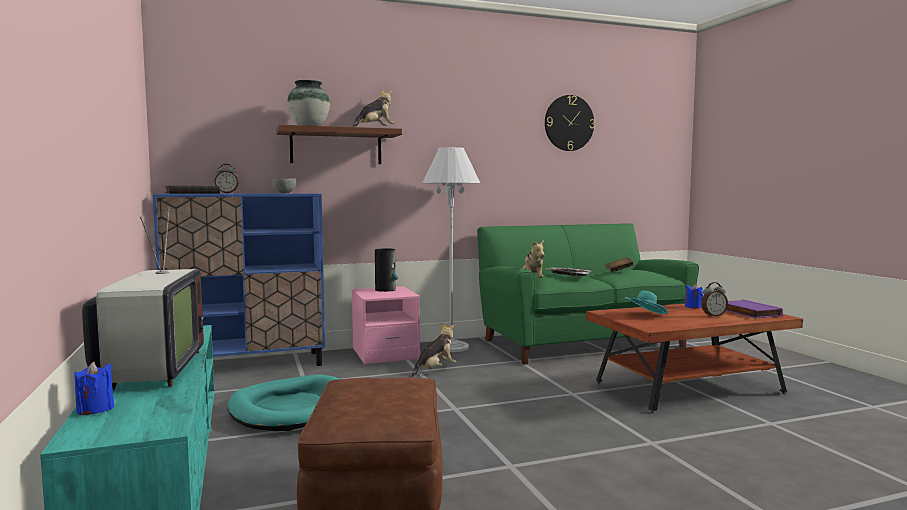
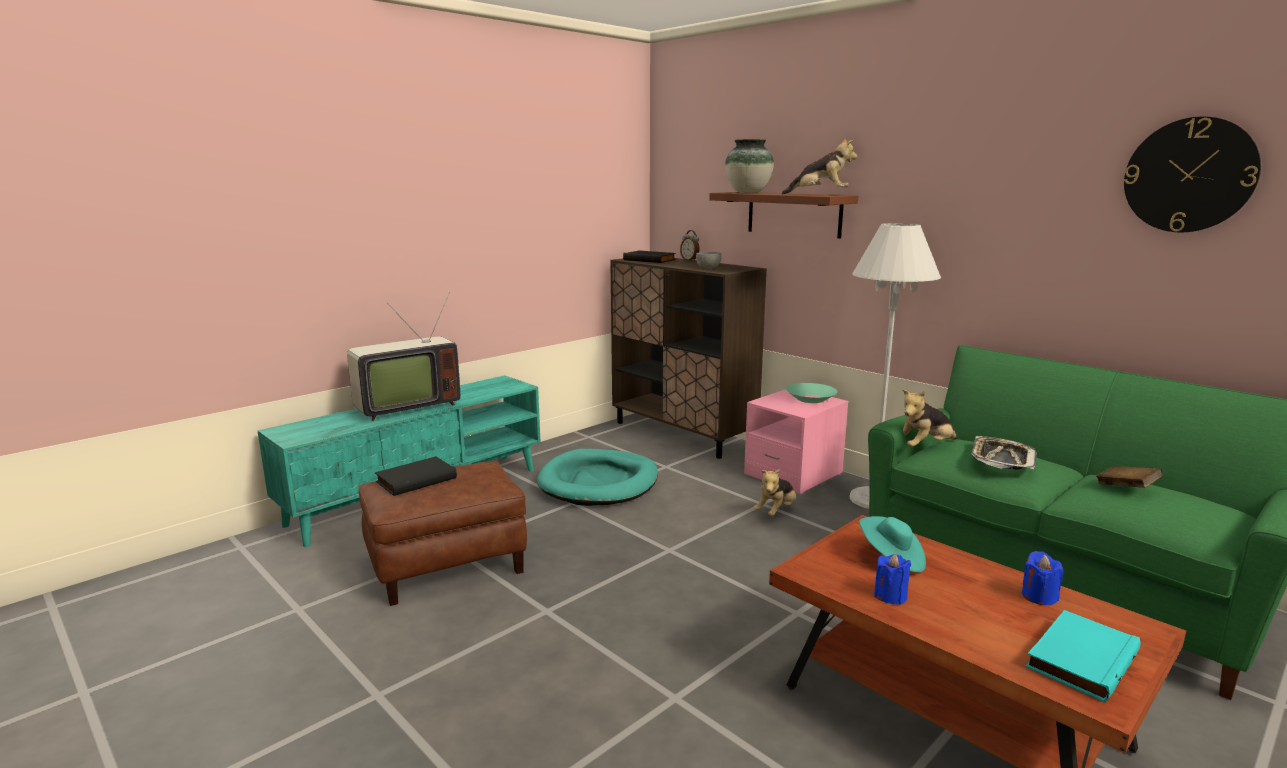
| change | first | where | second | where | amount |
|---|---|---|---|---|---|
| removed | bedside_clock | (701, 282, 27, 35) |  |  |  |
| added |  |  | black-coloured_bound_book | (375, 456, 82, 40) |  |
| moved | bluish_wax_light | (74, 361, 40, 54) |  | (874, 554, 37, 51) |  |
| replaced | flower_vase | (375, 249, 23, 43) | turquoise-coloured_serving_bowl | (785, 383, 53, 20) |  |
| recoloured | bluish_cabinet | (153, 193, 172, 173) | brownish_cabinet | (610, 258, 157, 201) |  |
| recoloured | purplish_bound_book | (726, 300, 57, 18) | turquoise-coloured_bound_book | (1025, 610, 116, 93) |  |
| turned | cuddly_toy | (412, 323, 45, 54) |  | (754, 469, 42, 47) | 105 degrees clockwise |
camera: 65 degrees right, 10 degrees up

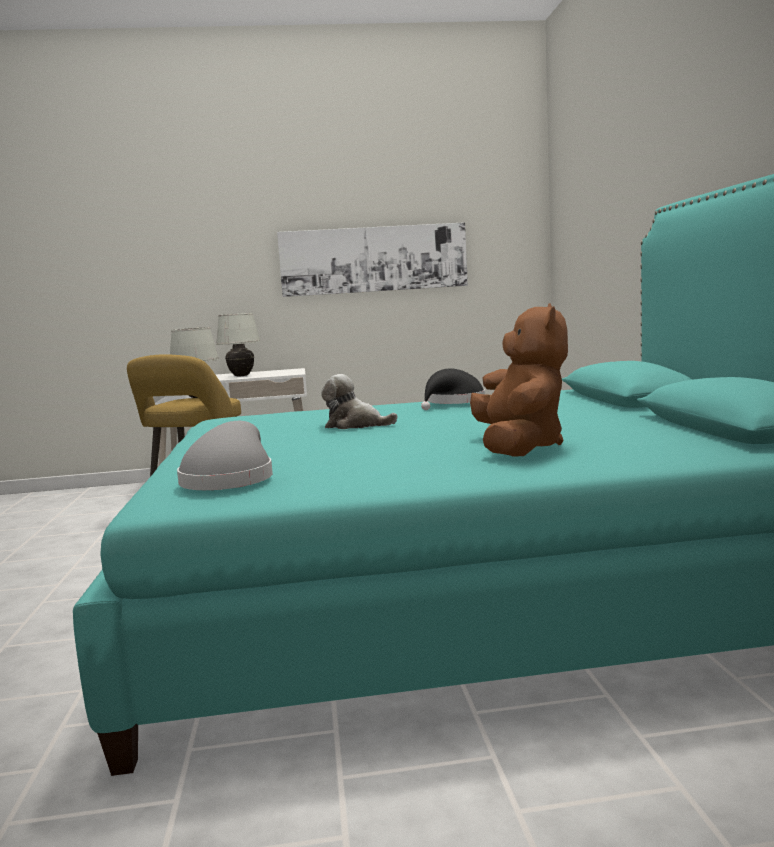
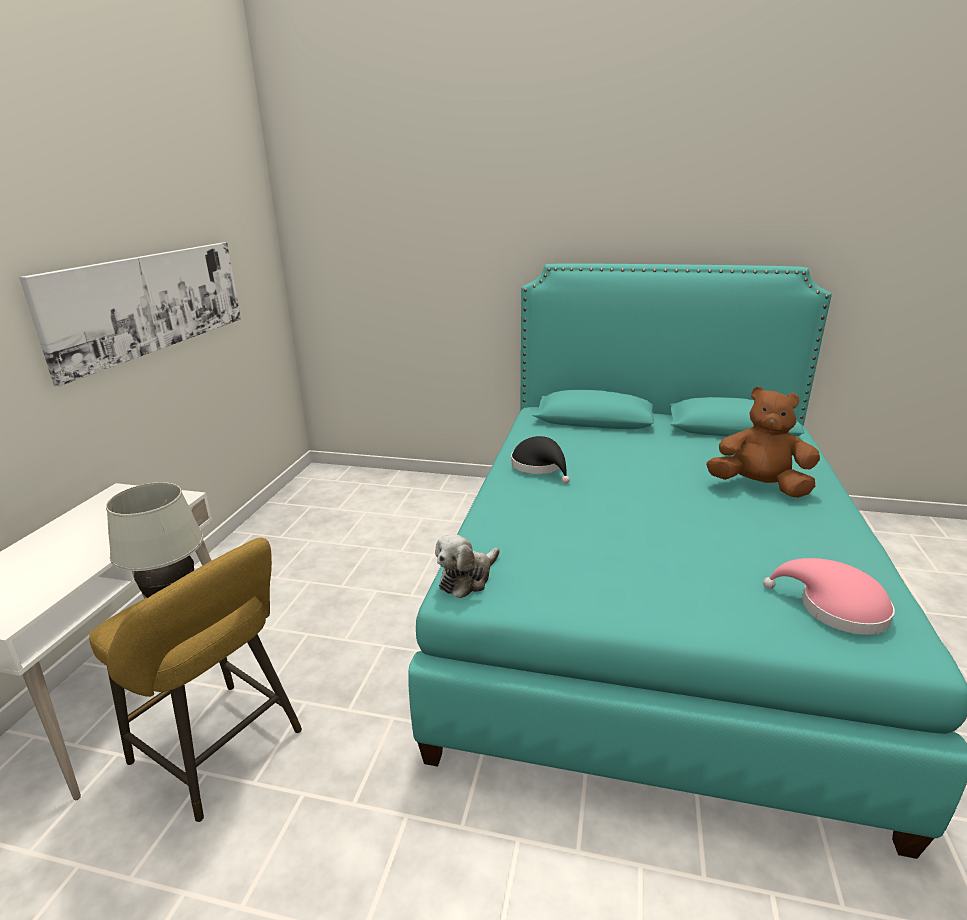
| change | first | where | second | where | amount |
|---|---|---|---|---|---|
| removed | whitish_tabletop_lamp | (216, 313, 44, 63) |  |  |  |
| moved | cuddly_toy | (321, 374, 77, 55) |  | (435, 534, 65, 65) |  |
| recoloured | grey_clothing_hat | (177, 421, 96, 69) | pink-coloured_clothing_hat | (763, 558, 132, 77) |  |
camera: 70 degrees left, 15 degrees up

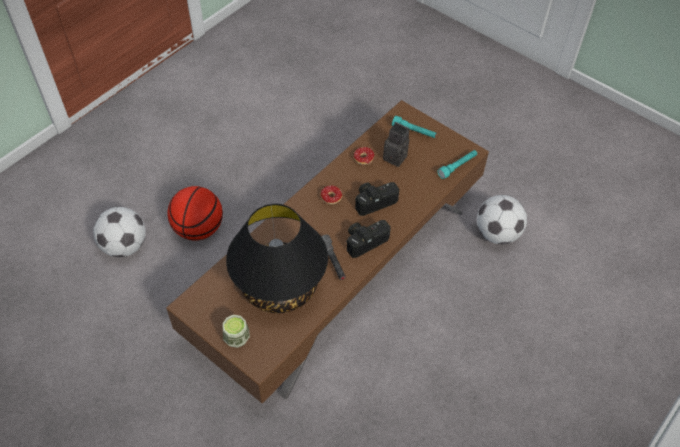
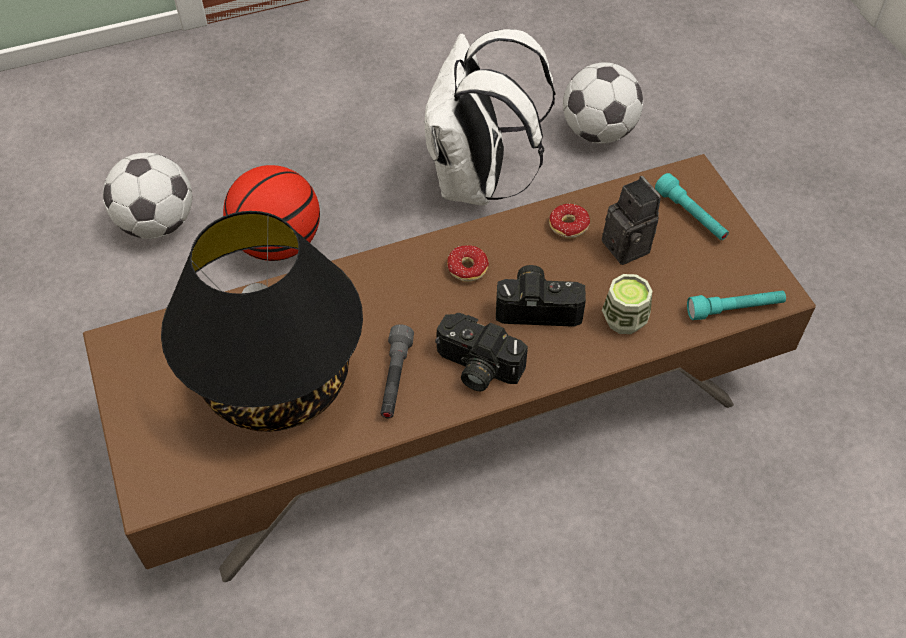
| change | first | where | second | where | amount |
|---|---|---|---|---|---|
| added |  |  | whitish_backpack | (424, 29, 131, 176) |  |
| moved | small_cup | (223, 315, 27, 33) |  | (602, 274, 50, 60) |  |
| moved | ball_for_football | (477, 195, 50, 49) |  | (563, 62, 80, 82) |  |
| turned | photo_camera | (346, 220, 45, 38) |  | (435, 313, 93, 79) | 150 degrees counterclockwise |
camera: 30 degrees right, 0 degrees up

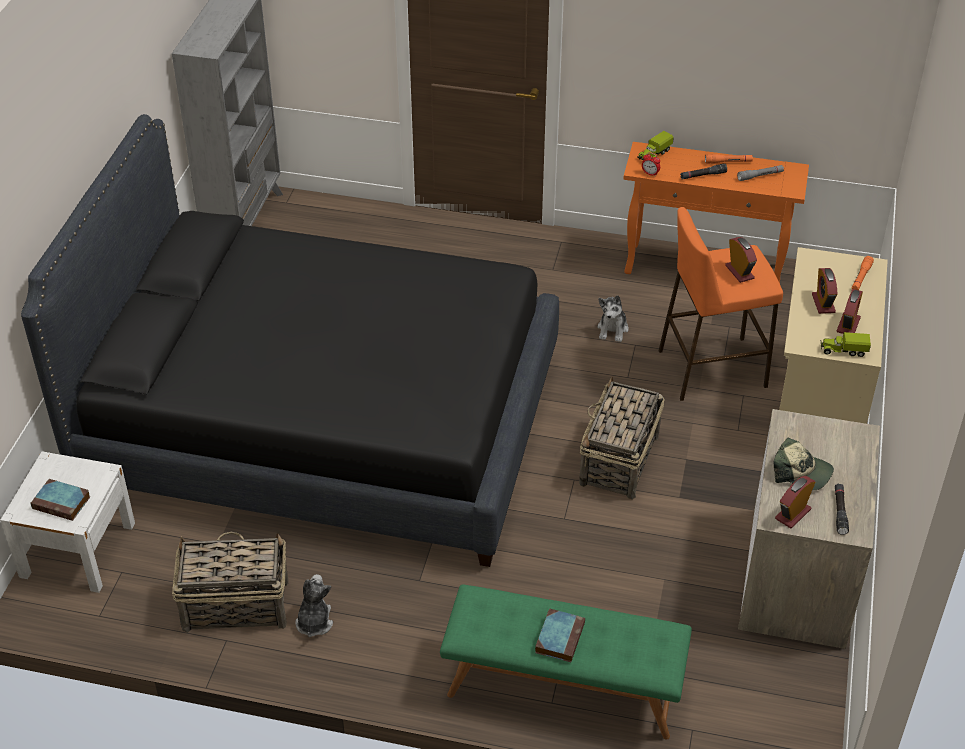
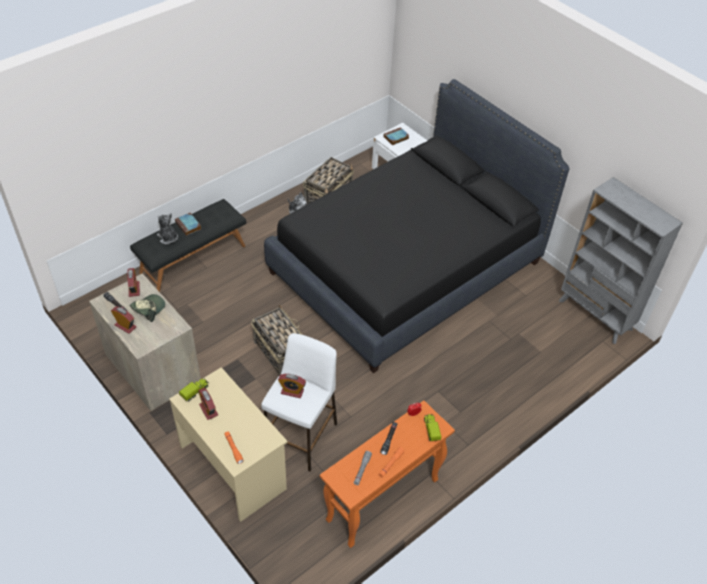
| change | first | where | second | where | amount |
|---|---|---|---|---|---|
| moved | cuddly_toy | (597, 295, 32, 47) |  | (157, 213, 21, 31) |  |
| moved | bedside_clock | (812, 268, 26, 46) |  | (111, 307, 25, 27) |  |
| recoloured | green-coloured_indoor_bench | (440, 584, 252, 156) | black-coloured_indoor_bench | (130, 199, 116, 93) |  |
| recoloured | orangey_sitting_stool | (659, 207, 124, 194) | whitish_sitting_stool | (261, 333, 76, 138) |  |
| turned | peaked_cap | (774, 438, 60, 52) |  | (130, 294, 35, 28) | 150 degrees clockwise |
camera: 125 degrees right, 5 degrees up

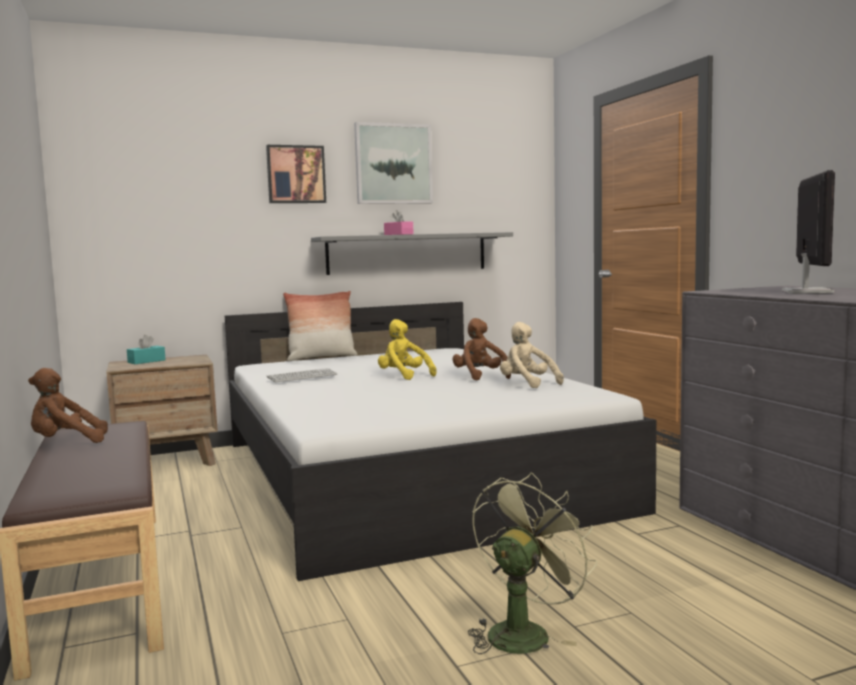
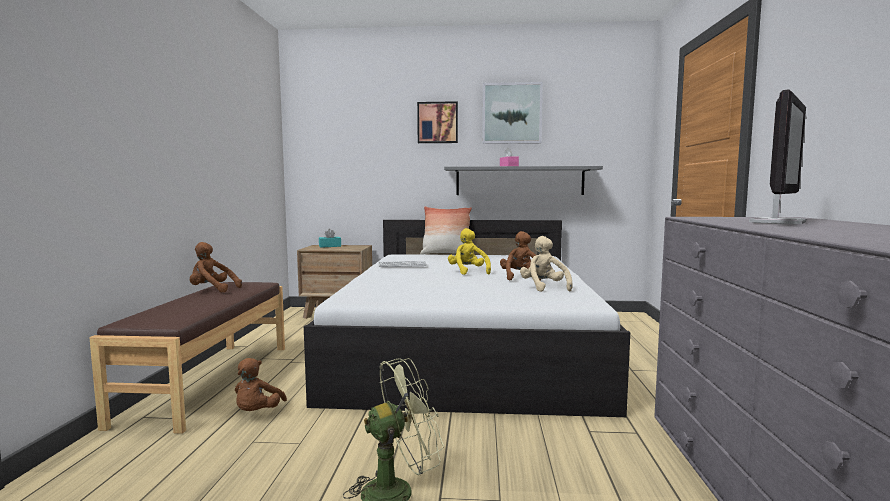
| change | first | where | second | where | amount |
|---|---|---|---|---|---|
| added |  |  | brownish_cuddly_toy | (235, 358, 52, 53) |  |
camera: 25 degrees right, 0 degrees up

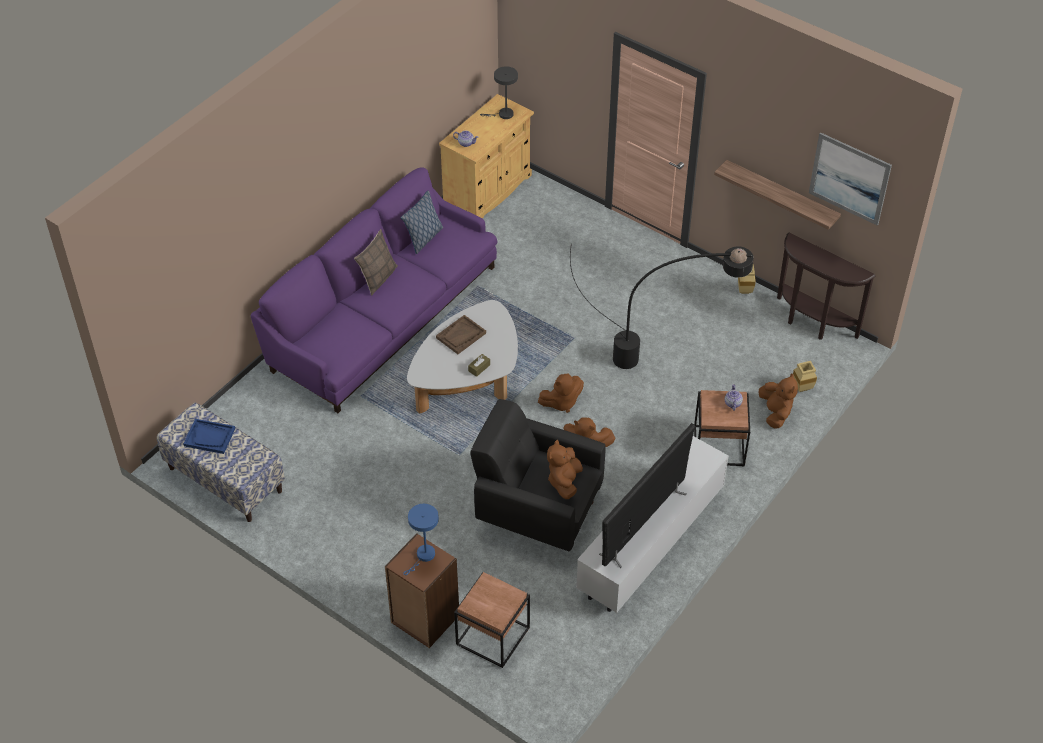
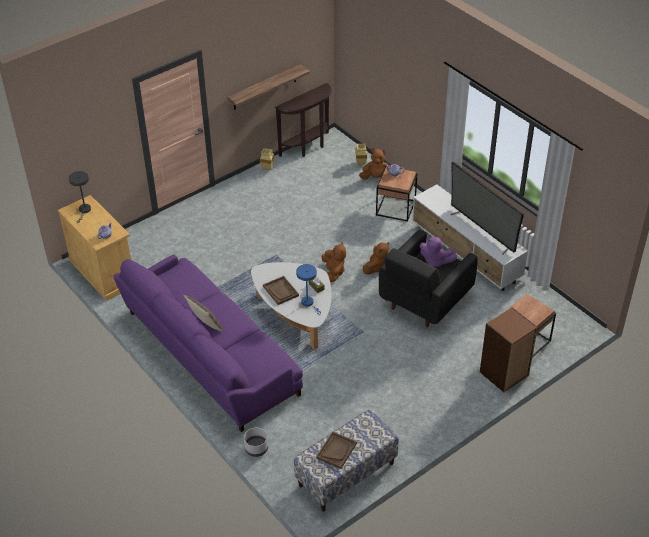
| change | first | where | second | where | amount |
|---|---|---|---|---|---|
| removed | cushion | (400, 190, 43, 64) |  |  |  |
| removed | black-coloured_floor_lamp | (570, 244, 183, 125) |  |  |  |
| removed | picture | (809, 132, 83, 93) |  |  |  |
| added |  |  | grey_plant_pot | (244, 428, 24, 29) |  |
| moved | bluish_tabletop_lamp | (403, 504, 36, 71) |  | (296, 264, 25, 51) |  |
| recoloured | bluish_tray | (183, 419, 52, 35) | brownish_tray | (316, 431, 41, 38) |  |
| recoloured | brownish_cuddly_toy | (547, 440, 36, 59) | purplish_cuddly_toy | (420, 237, 37, 30) |  |
camera: 75 degrees left, 5 degrees down

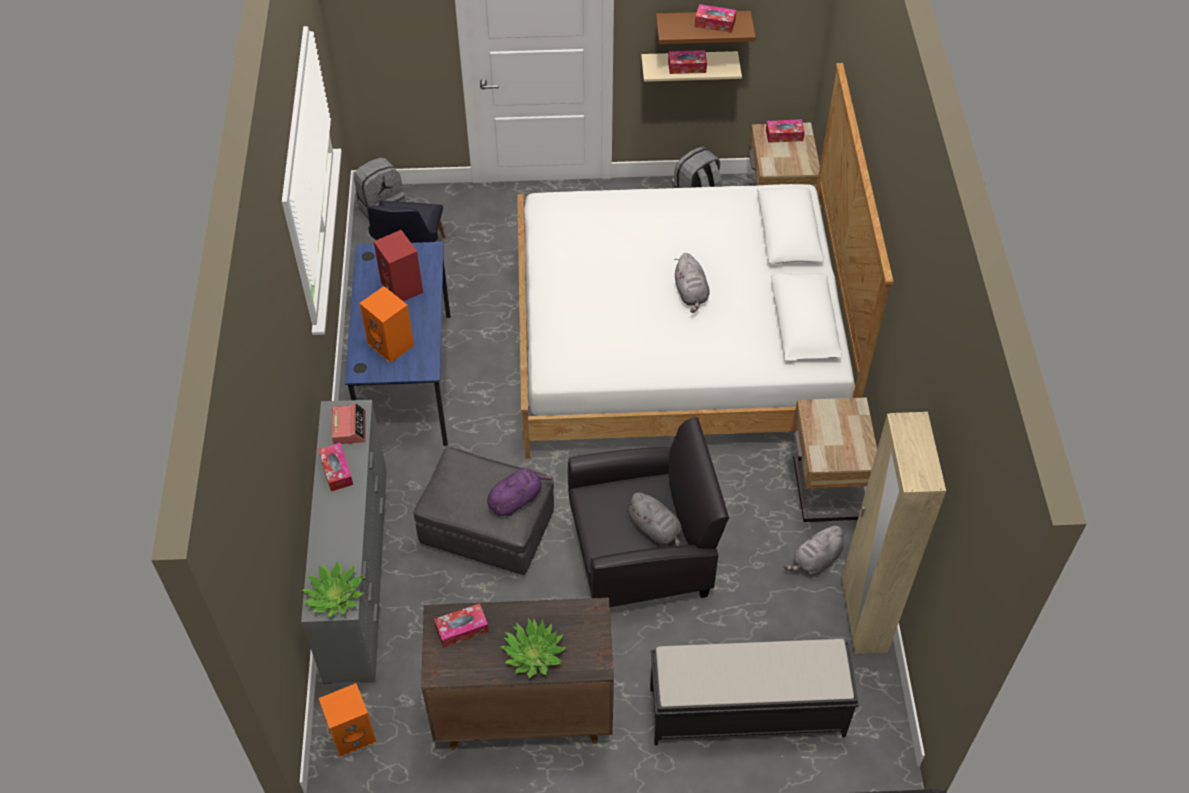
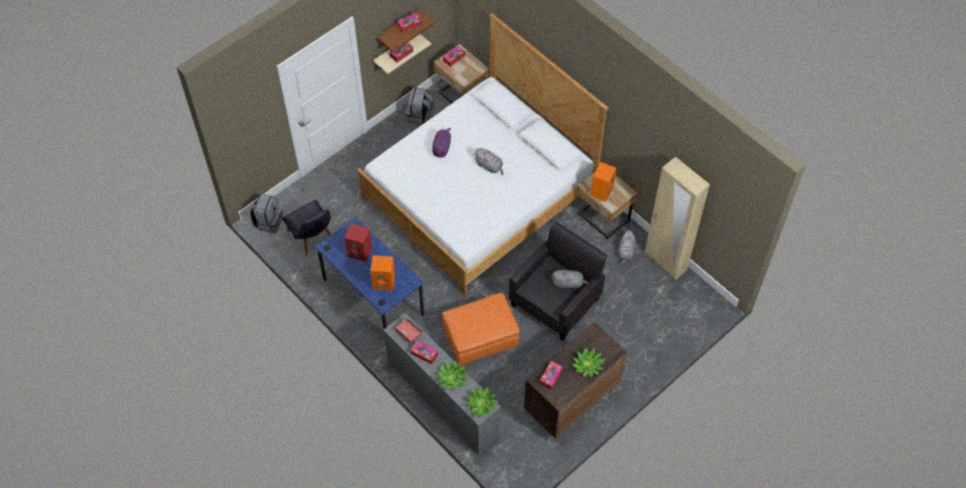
| change | first | where | second | where | amount |
|---|---|---|---|---|---|
| removed | black-coloured_indoor_bench | (650, 639, 209, 107) |  |  |  |
| added |  |  | plant_in_a_pot | (437, 361, 32, 29) |  |
| moved | orangey_loudspeaker | (319, 683, 57, 74) |  | (590, 162, 26, 40) |  |
| moved | purplish_cuddly_toy | (487, 468, 66, 48) |  | (432, 128, 19, 29) |  |
| recoloured | grey_footrest | (413, 447, 141, 128) | orangey_footrest | (442, 293, 78, 72) |  |
camera: 40 degrees left, 5 degrees up

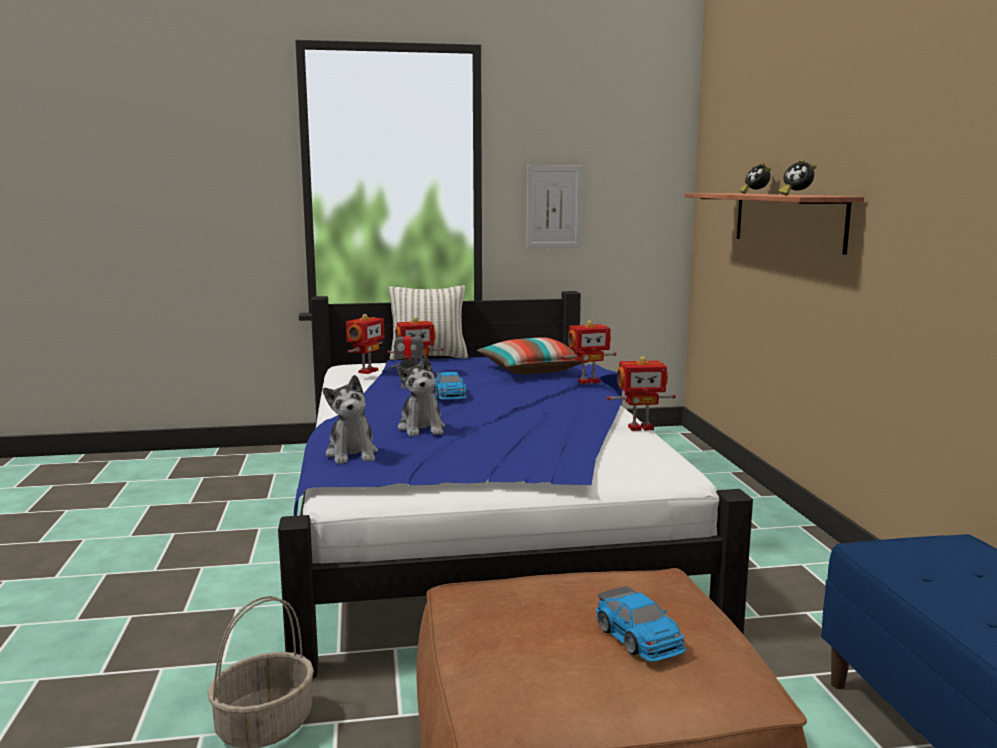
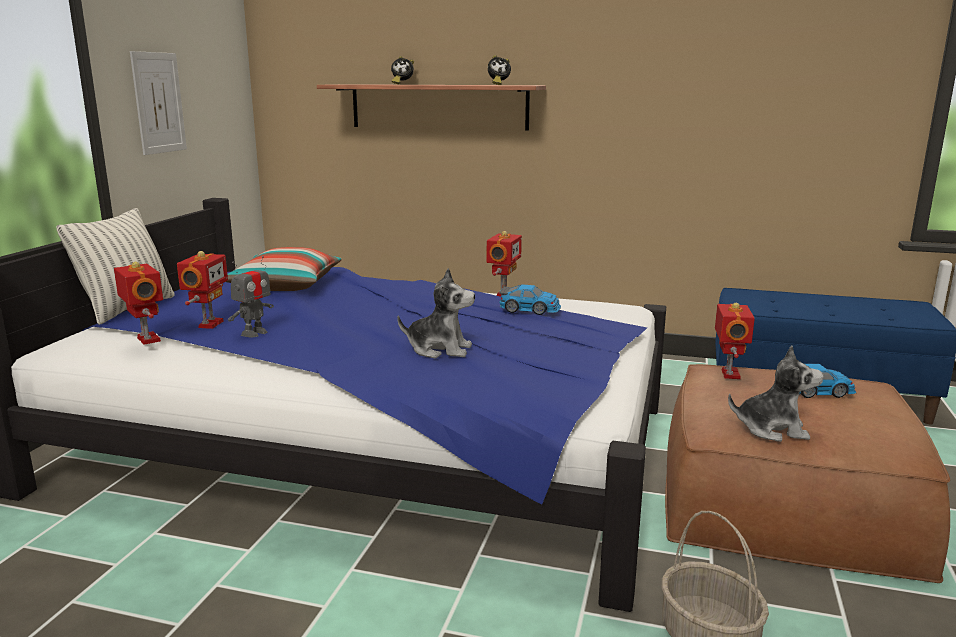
| change | first | where | second | where | amount |
|---|---|---|---|---|---|
| moved | cuddly_toy | (323, 375, 55, 89) |  | (728, 345, 95, 97) |  |
| moved | miniature_car | (434, 372, 33, 28) |  | (499, 285, 62, 30) |  |
| moved | model_robot | (561, 320, 56, 64) |  | (715, 303, 40, 76) |  |
camera: 65 degrees left, 5 degrees up

